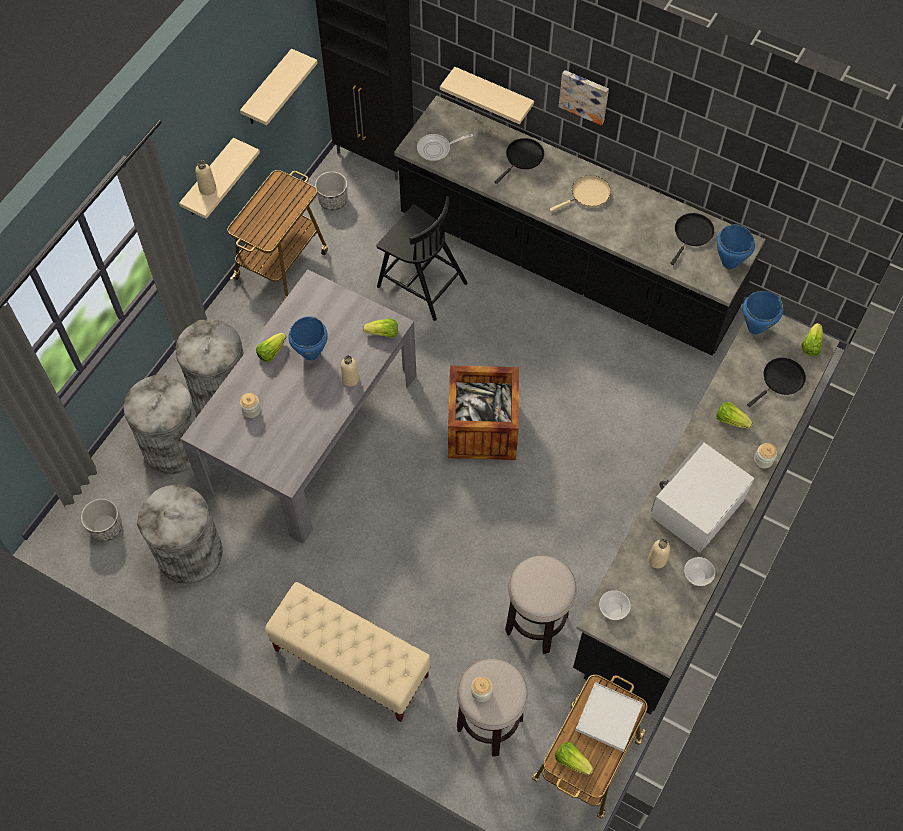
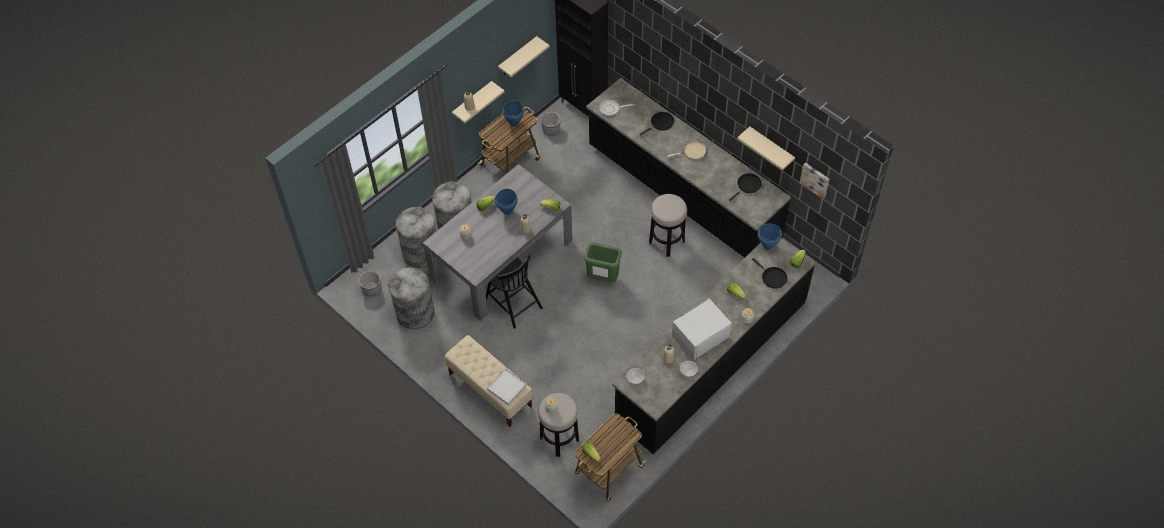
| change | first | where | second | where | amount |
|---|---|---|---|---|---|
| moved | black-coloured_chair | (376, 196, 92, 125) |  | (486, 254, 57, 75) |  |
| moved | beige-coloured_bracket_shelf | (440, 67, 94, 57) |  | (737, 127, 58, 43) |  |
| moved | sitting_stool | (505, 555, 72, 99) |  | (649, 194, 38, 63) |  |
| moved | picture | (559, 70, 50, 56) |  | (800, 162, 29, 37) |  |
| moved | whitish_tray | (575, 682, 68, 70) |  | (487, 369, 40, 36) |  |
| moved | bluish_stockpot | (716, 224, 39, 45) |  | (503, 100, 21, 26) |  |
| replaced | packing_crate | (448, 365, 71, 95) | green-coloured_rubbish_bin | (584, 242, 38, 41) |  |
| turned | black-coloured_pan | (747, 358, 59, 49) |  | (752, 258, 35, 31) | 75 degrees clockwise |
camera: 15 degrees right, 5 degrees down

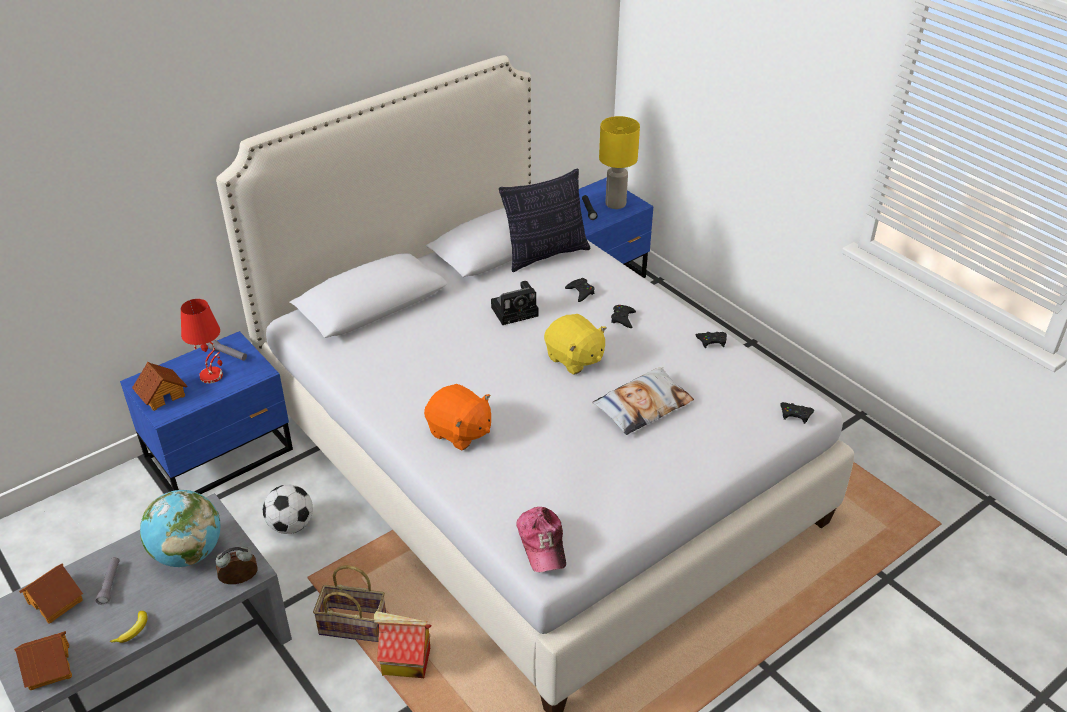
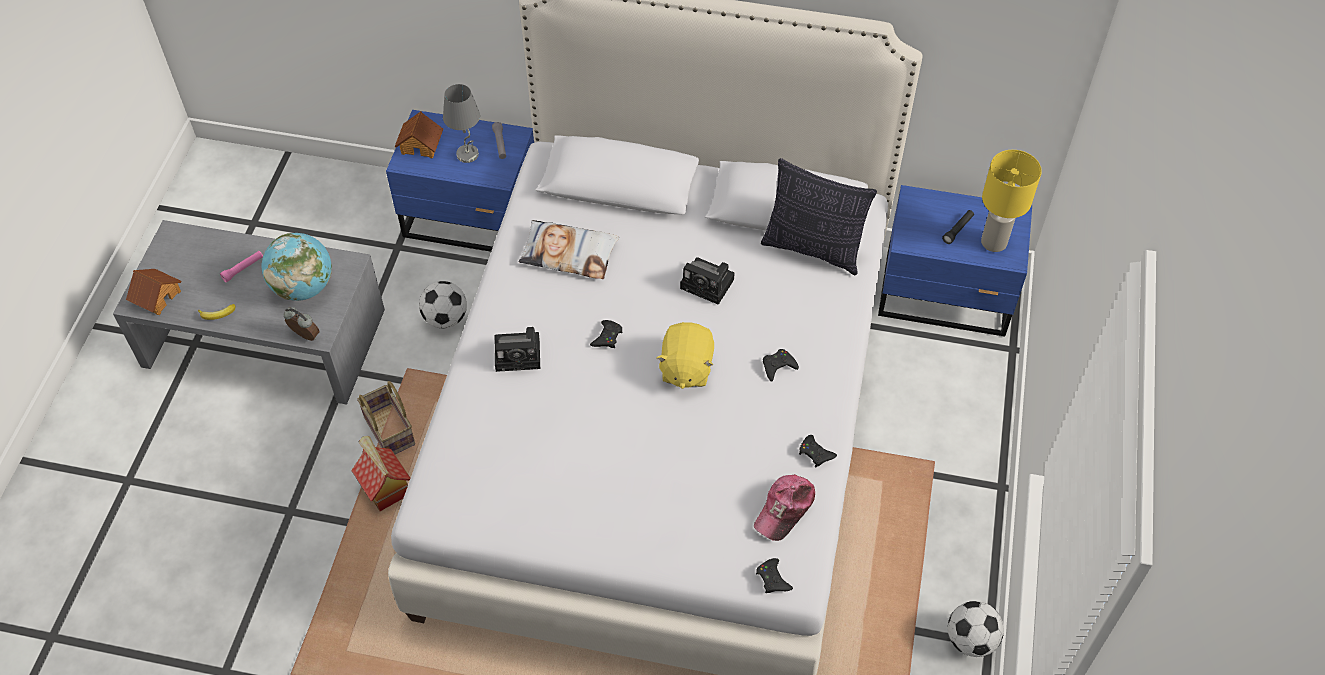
| change | first | where | second | where | amount |
|---|---|---|---|---|---|
| removed | miniature_house | (19, 564, 64, 60) |  |  |  |
| added |  |  | ball_for_football | (948, 601, 56, 56) |  |
| moved | peaked_cap | (516, 507, 50, 65) |  | (754, 474, 61, 67) |  |
| moved | black-coloured_gamepad | (565, 278, 29, 24) |  | (590, 320, 33, 28) |  |
| moved | cushion | (592, 367, 102, 68) |  | (519, 220, 100, 59) |  |
| replaced | orangey_cuddly_toy | (424, 384, 67, 67) | photo_camera | (495, 327, 45, 45) |  |
| recoloured | grey_hand_torch | (96, 557, 24, 48) | pink-coloured_hand_torch | (220, 251, 43, 31) |  |
| recoloured | red-coloured_tabletop_lamp | (181, 299, 42, 85) | grey_tabletop_lamp | (443, 84, 37, 79) |  |
camera: 50 degrees right, 15 degrees up

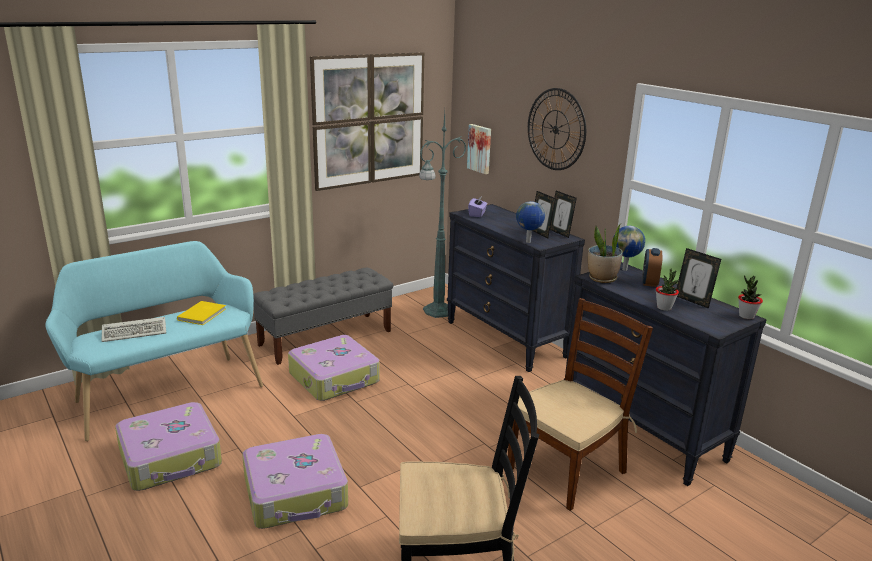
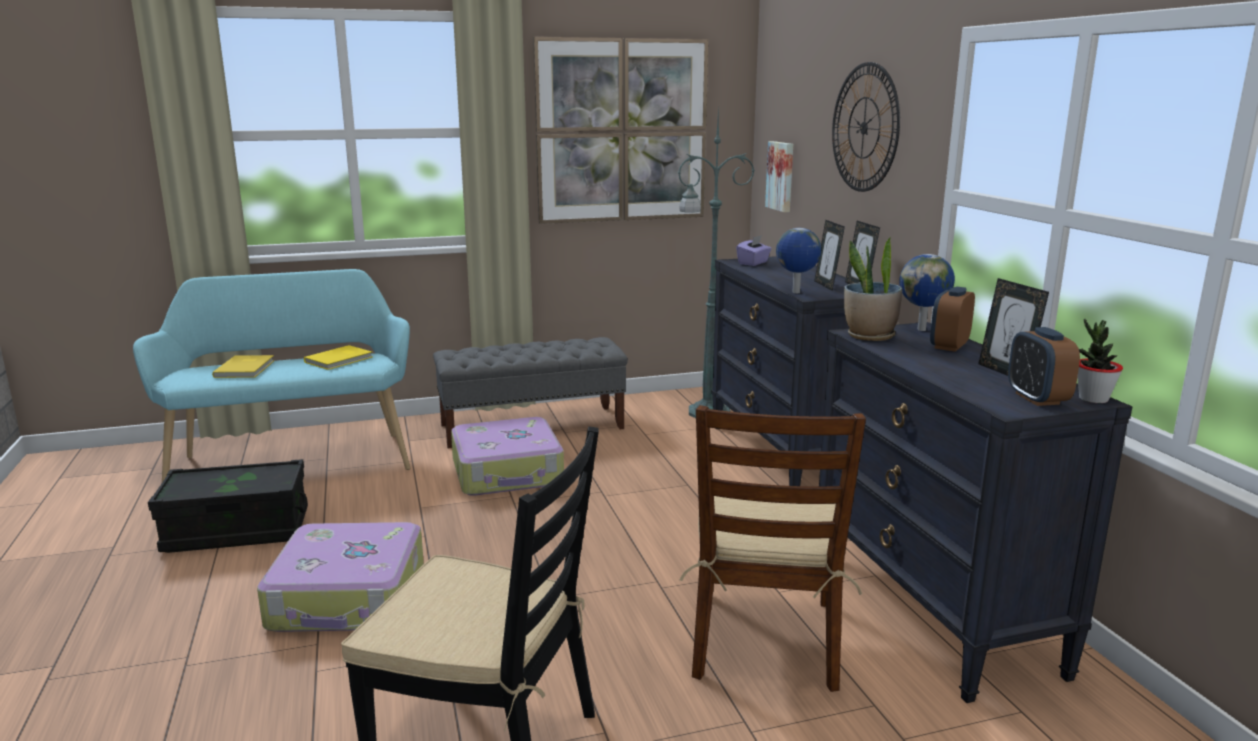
| change | first | where | second | where | amount |
|---|---|---|---|---|---|
| removed | plant_in_a_pot | (656, 268, 24, 43) |  |  |  |
| added |  |  | bedside_clock | (1008, 327, 72, 79) |  |
| replaced | keyboard | (102, 317, 64, 25) | yellow-coloured_bound_book | (212, 355, 63, 23) |  |
| replaced | piece_of_luggage | (115, 402, 107, 89) | black-coloured_storage_box | (148, 459, 160, 94) |  |
| turned | brownish_chair | (508, 298, 145, 213) |  | (680, 405, 186, 287) | 120 degrees clockwise |
camera: 20 degrees right, 5 degrees down

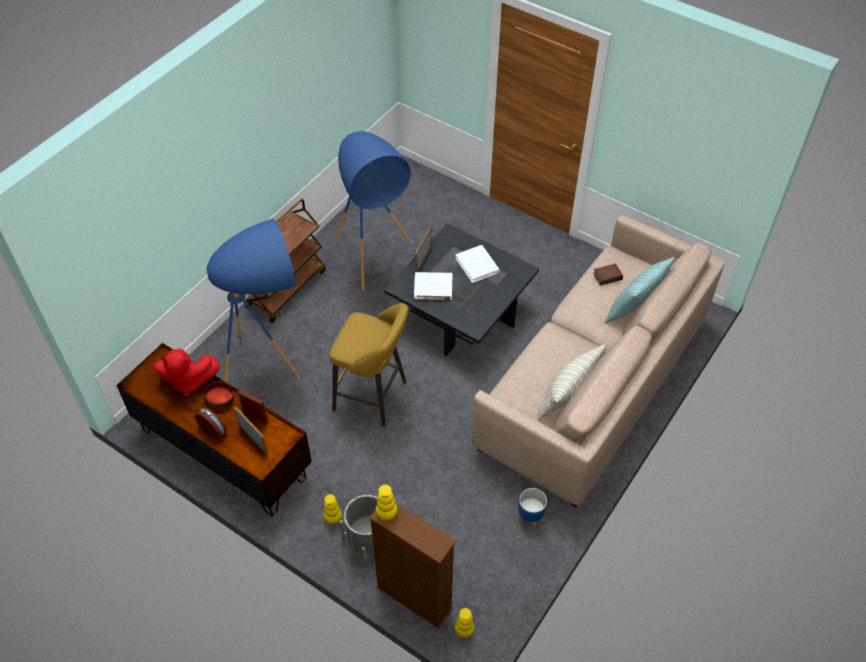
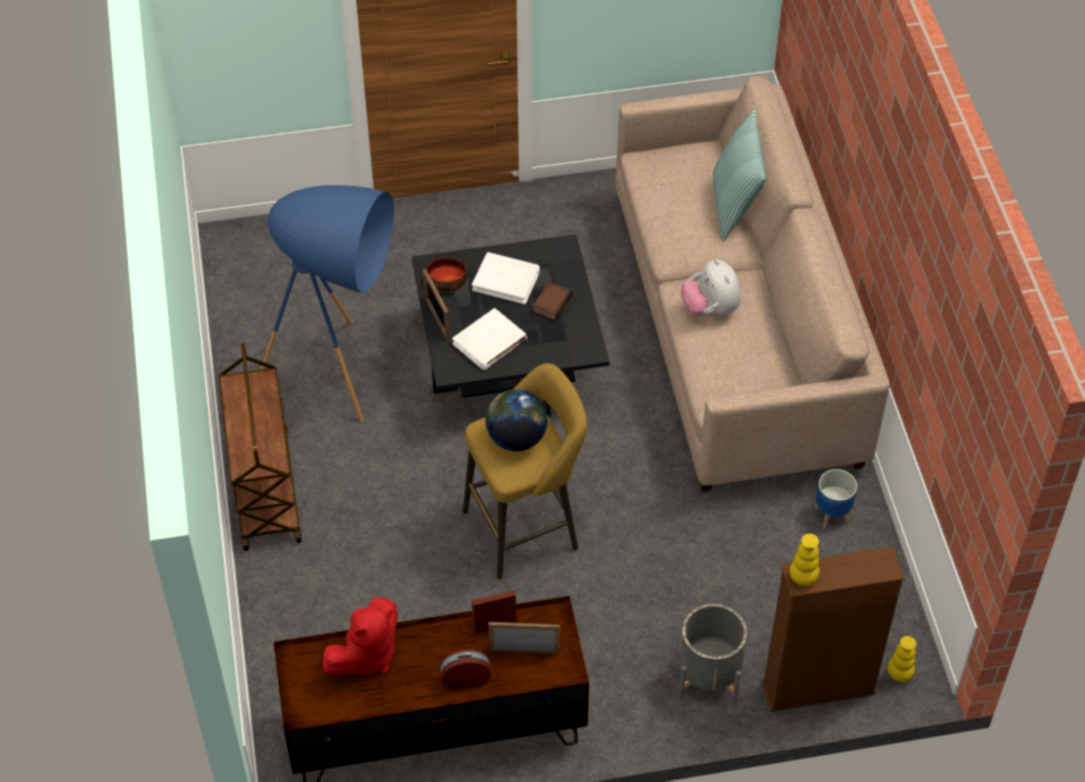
| change | first | where | second | where | amount |
|---|---|---|---|---|---|
| removed | bluish_floor_lamp | (207, 219, 93, 164) |  |  |  |
| removed | yellow-coloured_flower_vase | (323, 494, 19, 30) |  |  |  |
| removed | cushion | (537, 344, 69, 76) |  |  |  |
| added |  |  | globe | (485, 389, 63, 62) |  |
| added |  |  | cuddly_toy | (681, 259, 60, 56) |  |
| moved | serving_bowl | (204, 382, 30, 28) |  | (427, 258, 40, 34) |  |
| moved | bound_book | (593, 264, 30, 21) |  | (533, 282, 40, 39) |  |
camera: 45 degrees left, 0 degrees up

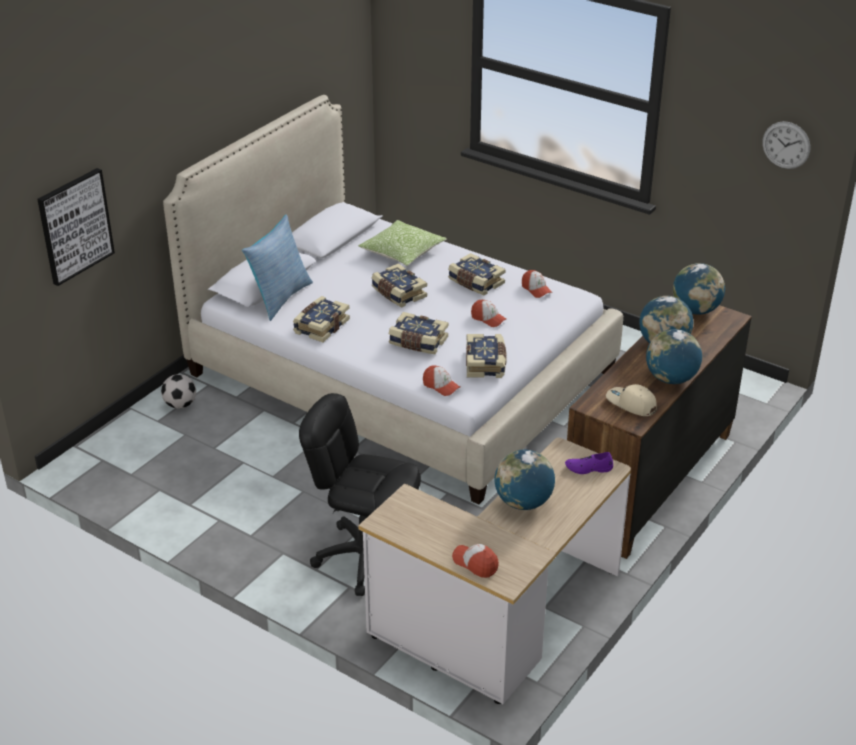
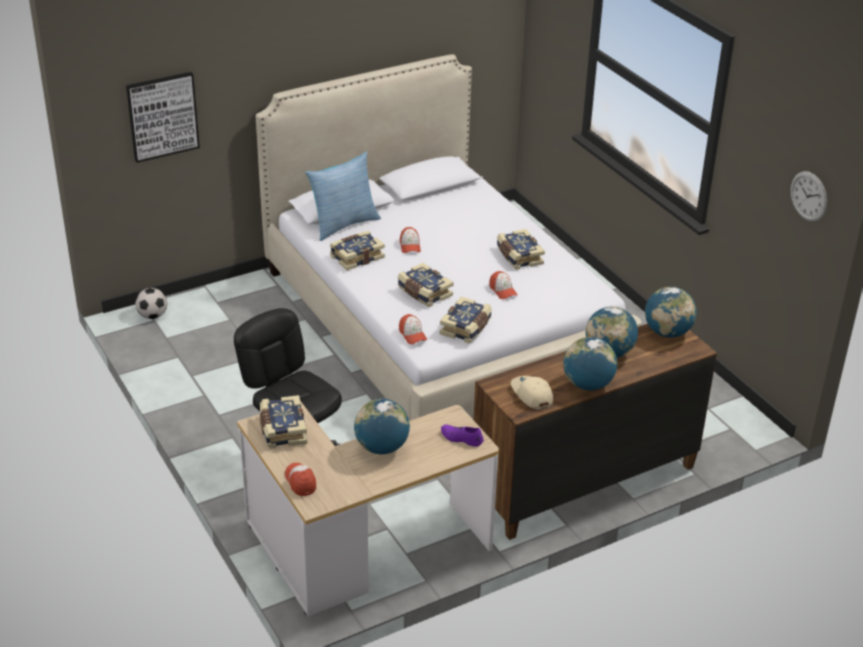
| change | first | where | second | where | amount |
|---|---|---|---|---|---|
| removed | cushion | (358, 220, 89, 46) |  |  |  |
| moved | ball_for_football | (161, 374, 35, 35) |  | (135, 288, 32, 31) |  |
| moved | bound_book | (371, 263, 56, 45) |  | (260, 395, 47, 54) |  |
| moved | peaked_cap | (522, 270, 31, 28) |  | (400, 227, 21, 26) |  |
camera: 25 degrees right, 0 degrees up

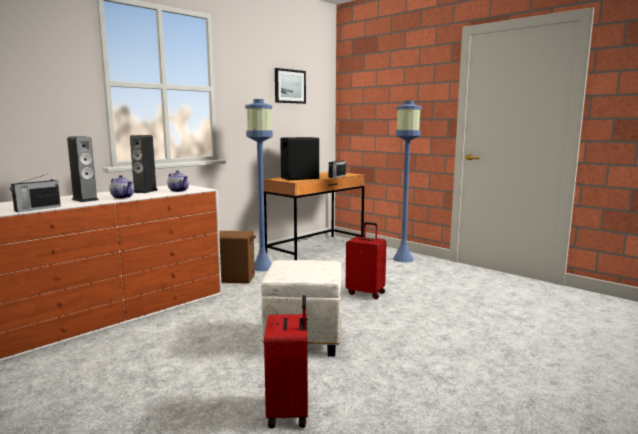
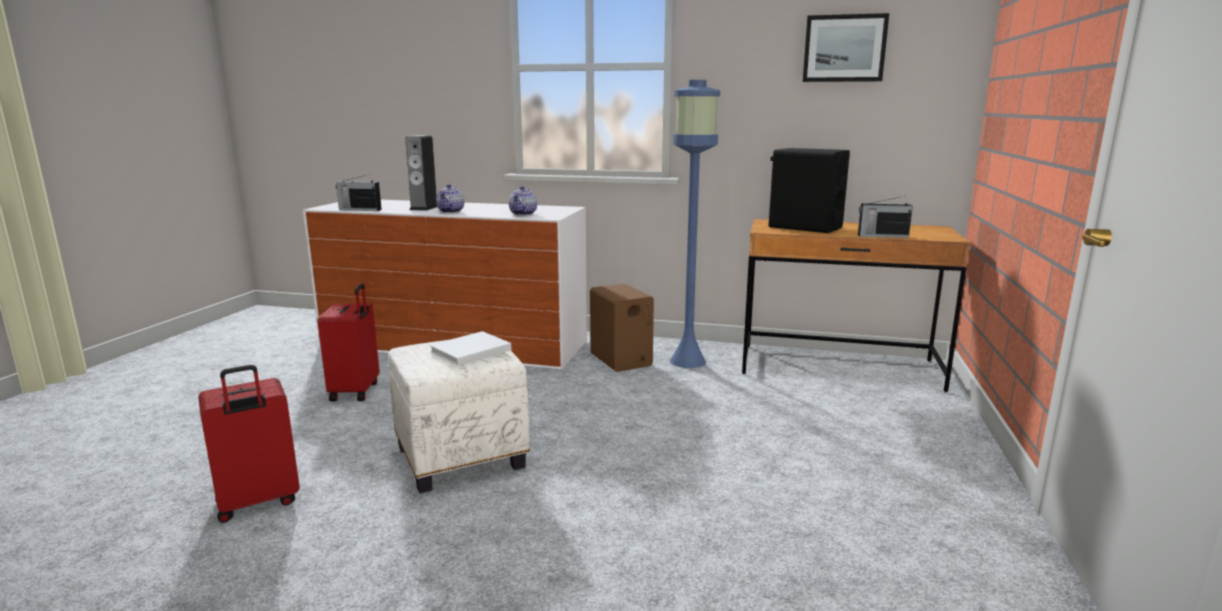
| change | first | where | second | where | amount |
|---|---|---|---|---|---|
| removed | loudspeaker | (130, 135, 28, 58) |  |  |  |
| removed | bluish_floor_lamp | (393, 100, 29, 162) |  |  |  |
| added |  |  | whitish_bound_book | (429, 331, 82, 35) |  |
| moved | red-coloured_piece_of_luggage | (346, 222, 41, 77) |  | (318, 284, 61, 118) |  |
camera: 60 degrees right, 5 degrees up

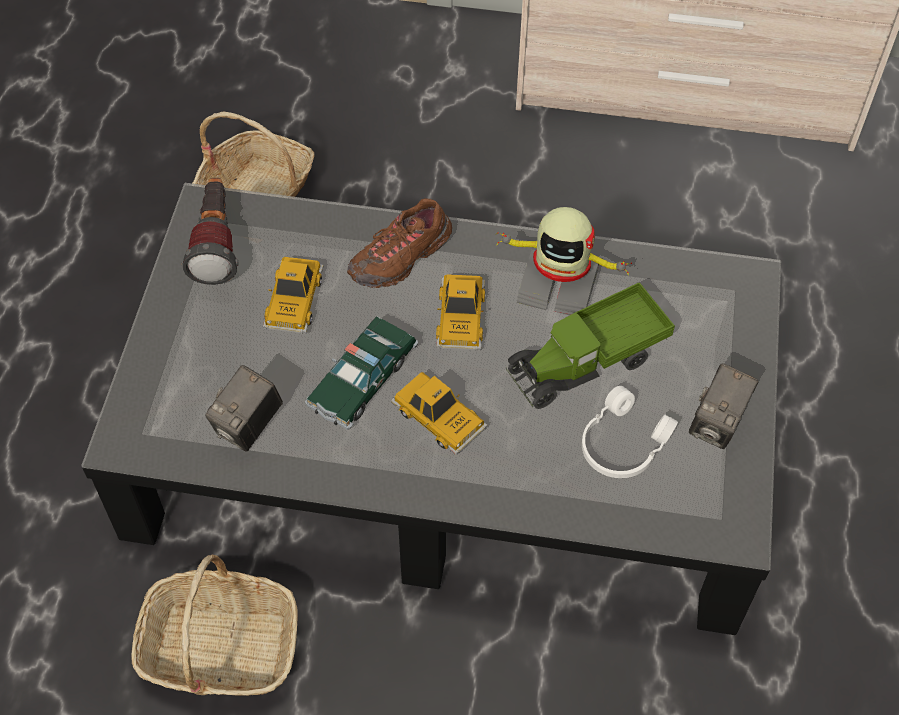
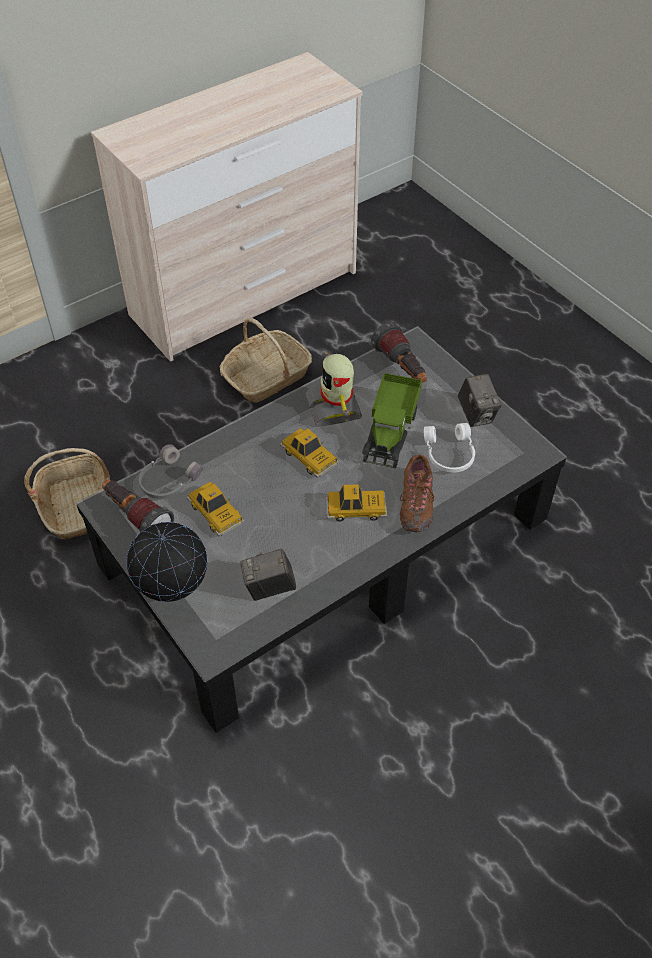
| change | first | where | second | where | amount |
|---|---|---|---|---|---|
| removed | miniature_car | (305, 316, 113, 114) |  |  |  |
| added |  |  | globe | (127, 522, 80, 80) |  |
| added |  |  | grey_headphones | (139, 444, 64, 55) |  |
| added |  |  | hand_torch | (371, 322, 56, 61) |  |
| moved | household_basket | (131, 555, 167, 141) |  | (220, 318, 92, 85) |  |
| moved | brownish_item_of_footwear | (347, 198, 105, 90) |  | (400, 455, 34, 78) |  |
| turned | photo_camera | (205, 365, 78, 87) |  | (240, 549, 56, 52) | 90 degrees clockwise |
| turned | model_robot | (496, 207, 136, 108) |  | (306, 353, 56, 73) | 105 degrees clockwise |
camera: 45 degrees left, 5 degrees down

